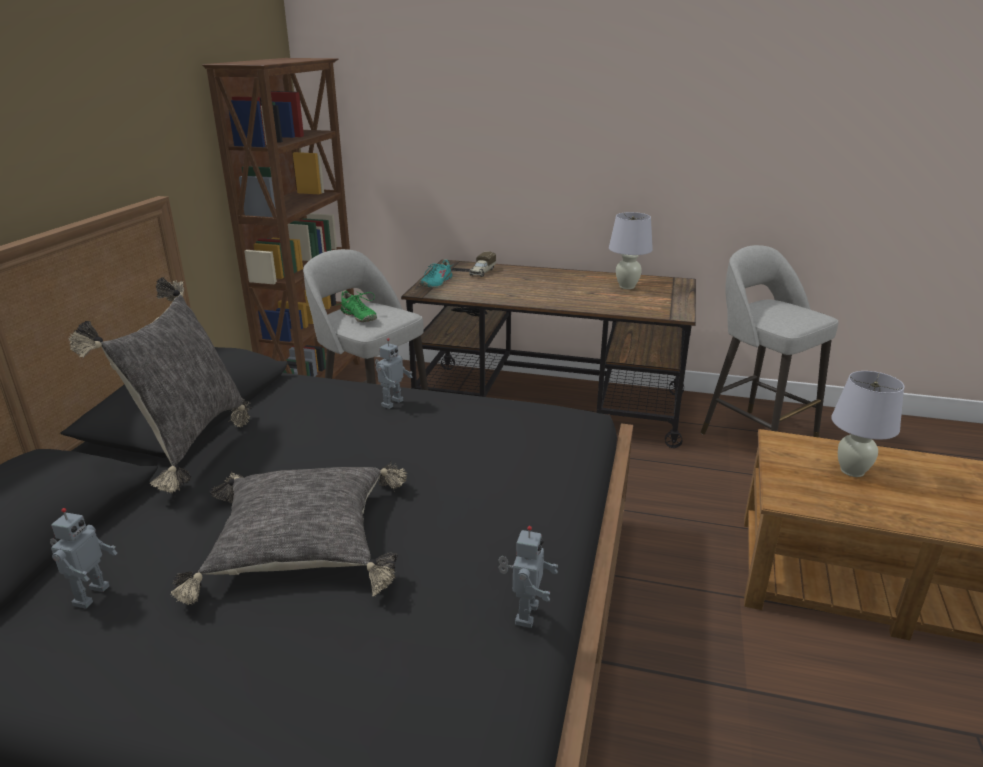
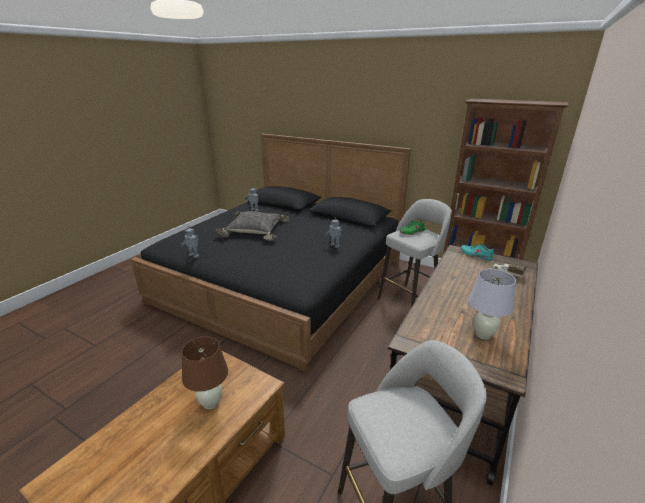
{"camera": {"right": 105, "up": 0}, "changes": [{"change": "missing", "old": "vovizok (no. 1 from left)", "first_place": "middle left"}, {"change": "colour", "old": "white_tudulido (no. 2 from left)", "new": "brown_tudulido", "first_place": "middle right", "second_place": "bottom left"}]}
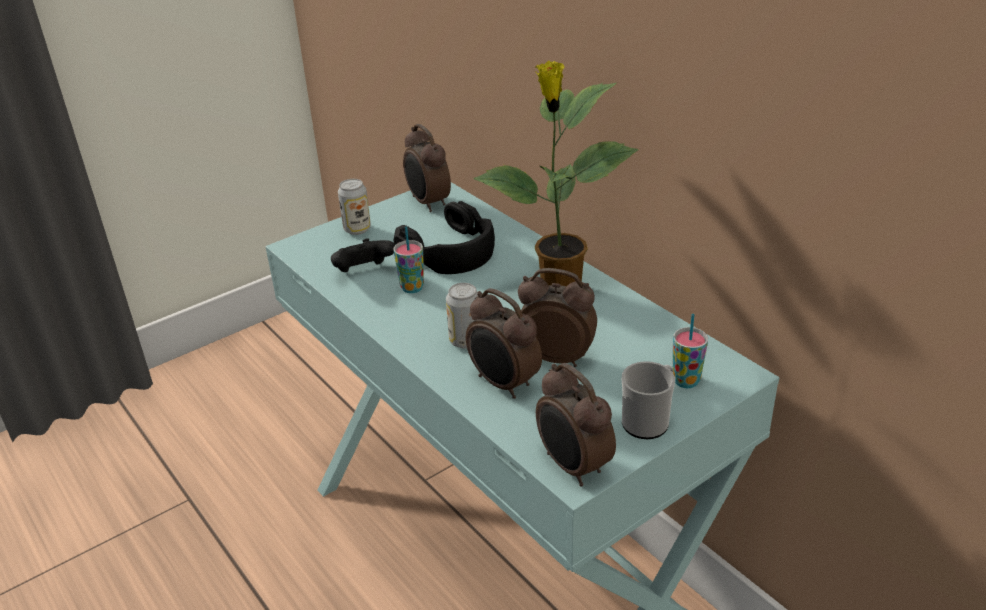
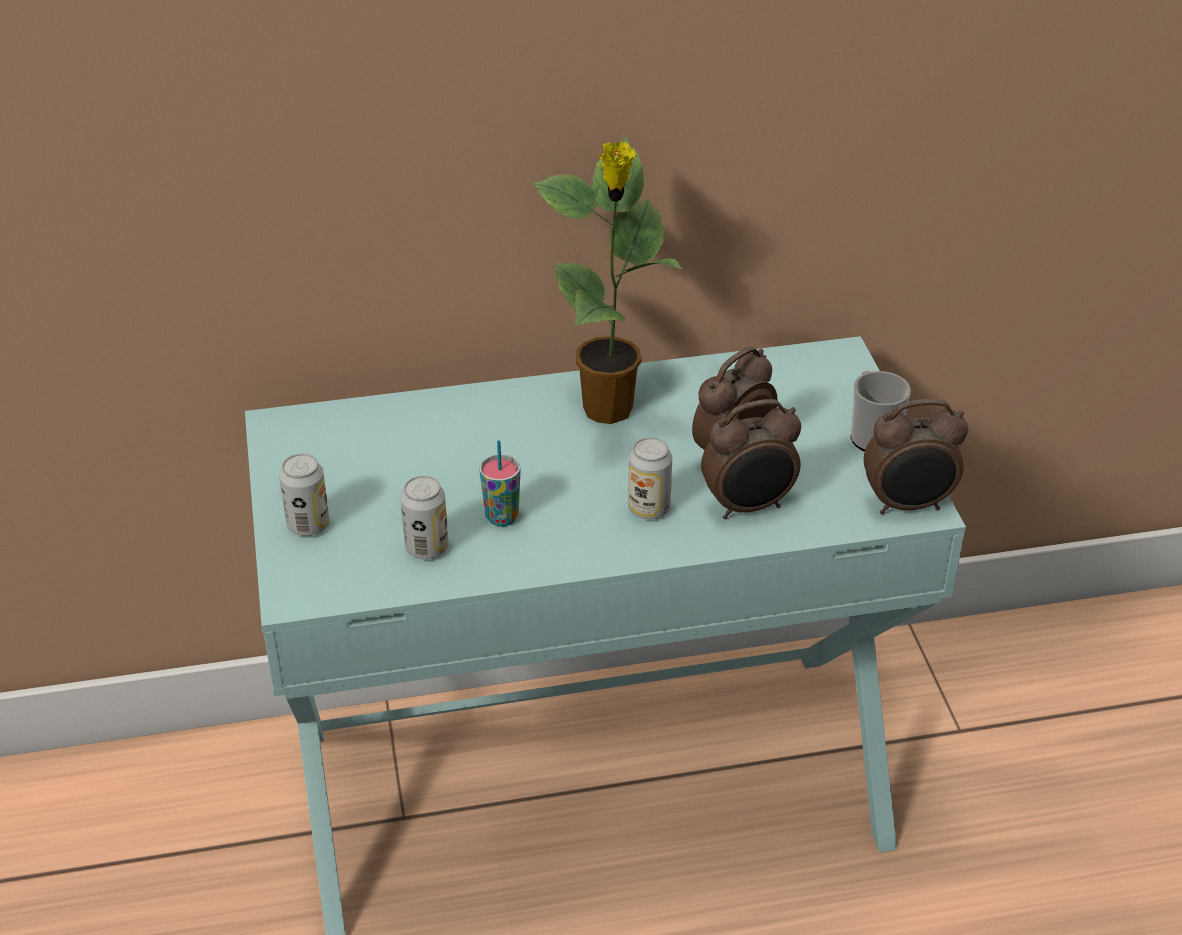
{"camera": {"right": -65, "up": 5}, "changes": [{"change": "exchanged", "old": "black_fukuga", "new": "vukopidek (no. 2 from left)", "first_place": "centre", "second_place": "centre"}, {"change": "missing", "old": "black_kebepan", "first_place": "centre"}, {"change": "missing", "old": "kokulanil (no. 1 from left)", "first_place": "top centre"}, {"change": "missing", "old": "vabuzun (no. 2 from left)", "first_place": "middle right"}]}
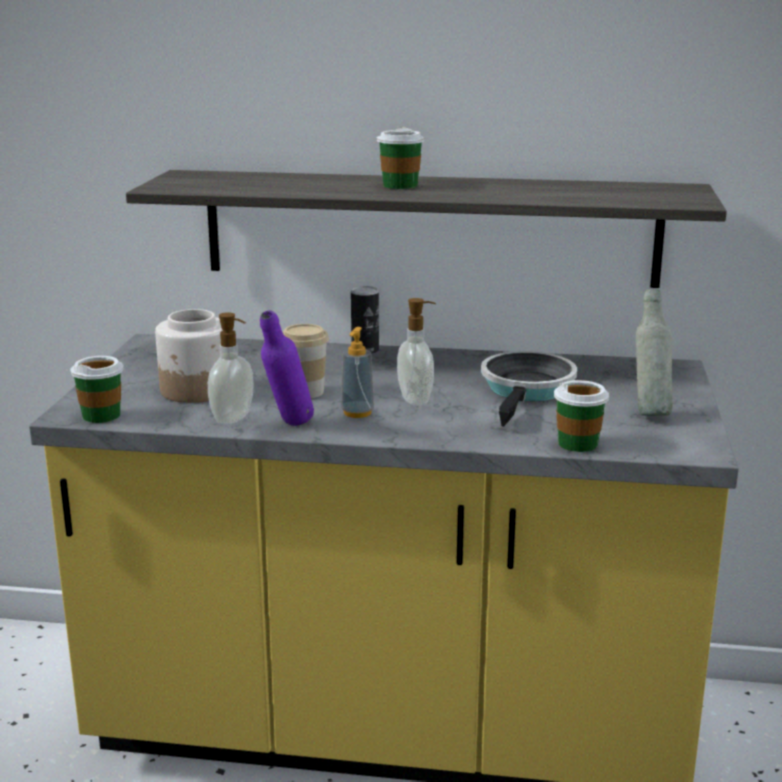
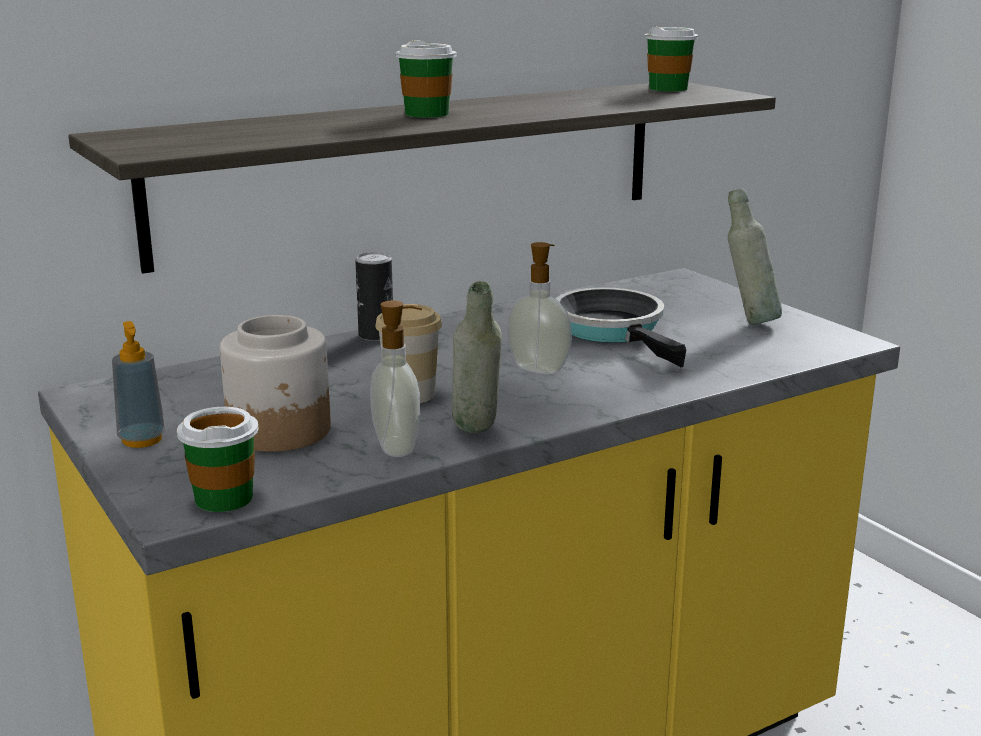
{"camera": {"right": -40, "up": 0}, "changes": [{"change": "colour", "old": "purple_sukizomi", "new": "grey_sukizomi (no. 1 from left)", "first_place": "centre", "second_place": "centre"}, {"change": "relocated", "old": "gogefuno (no. 2 from left in the first image)", "new": "gogefuno (no. 1 from left)", "first_place": "centre", "second_place": "middle left"}, {"change": "relocated", "old": "vabuzun (no. 4 from left)", "first_place": "middle right", "second_place": "top right"}]}
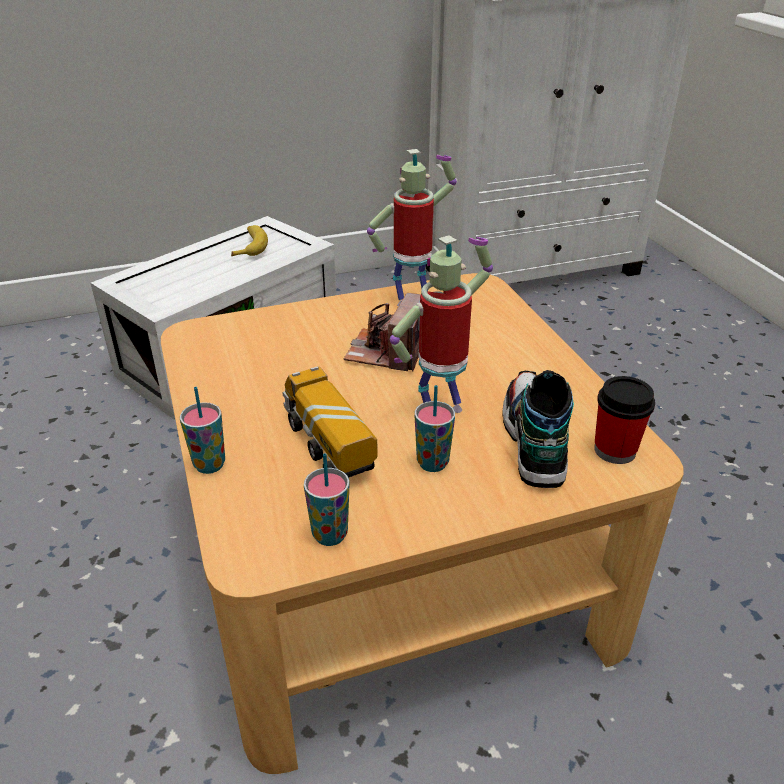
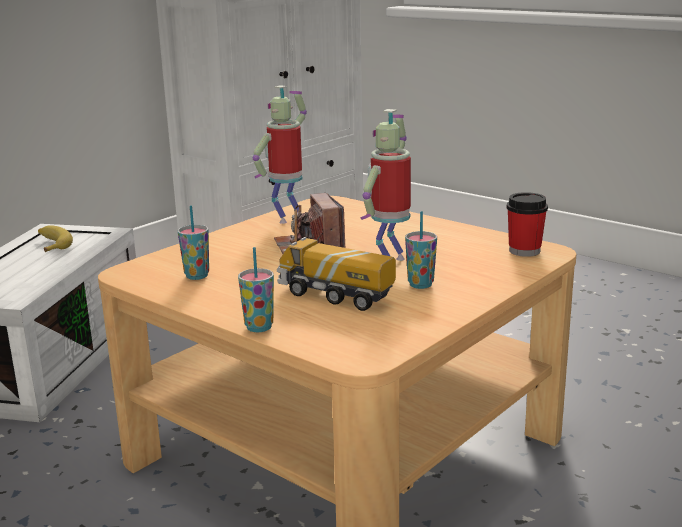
{"camera": {"right": -30, "up": -15}, "changes": [{"change": "relocated", "old": "vabuzun (no. 2 from left in the first image)", "new": "vabuzun (no. 1 from left)", "first_place": "centre", "second_place": "middle left"}, {"change": "missing", "old": "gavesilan", "first_place": "middle right"}]}
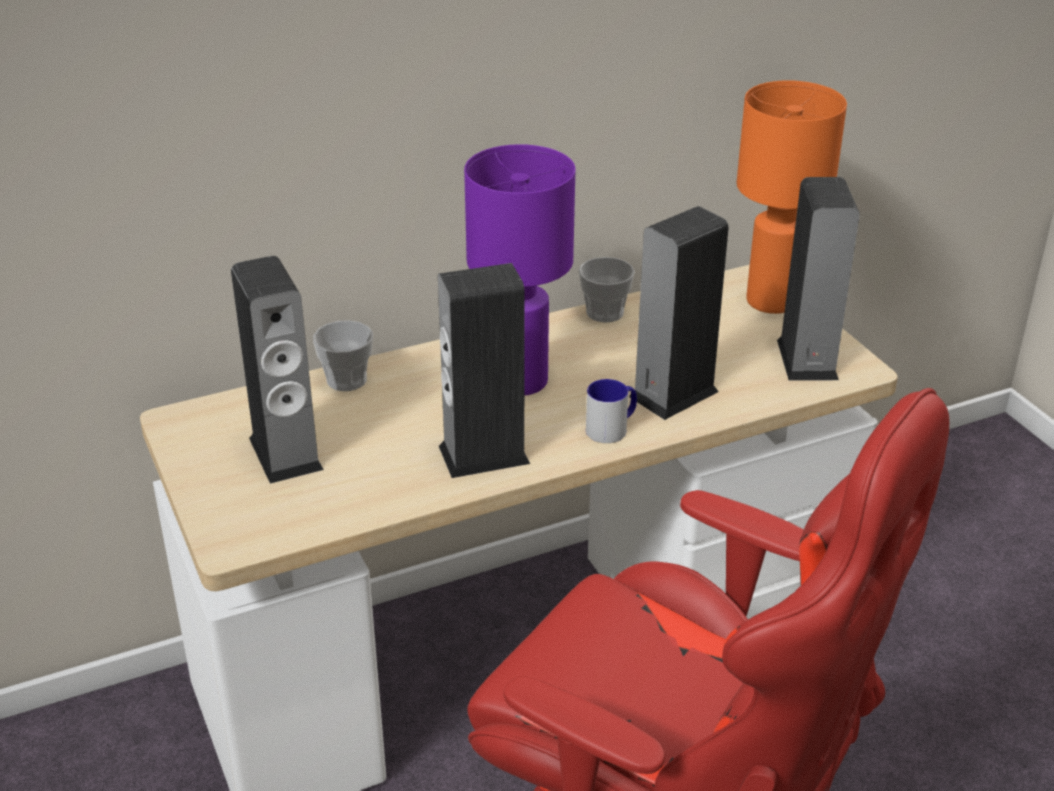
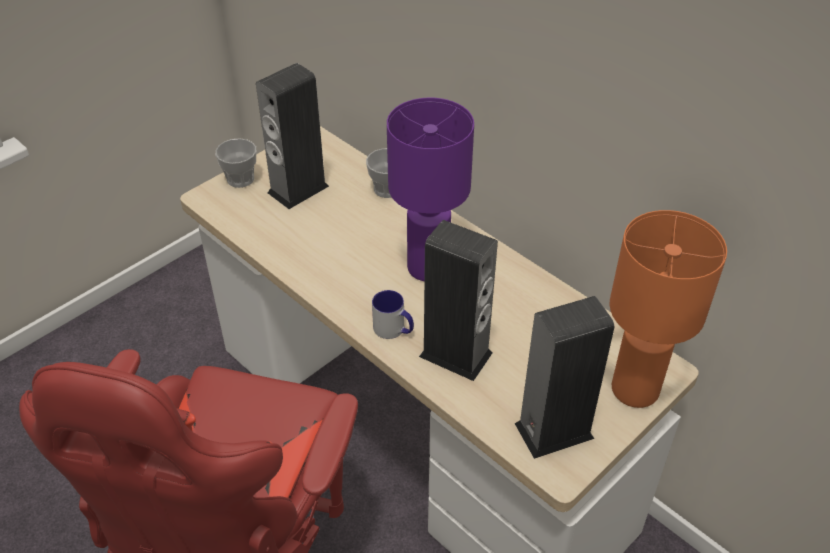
{"camera": {"right": 70, "up": 10}, "changes": [{"change": "missing", "old": "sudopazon (no. 2 from left)", "first_place": "centre"}, {"change": "relocated", "old": "vabuzun (no. 2 from left in the first image)", "new": "vabuzun (no. 1 from left)", "first_place": "centre", "second_place": "top left"}]}
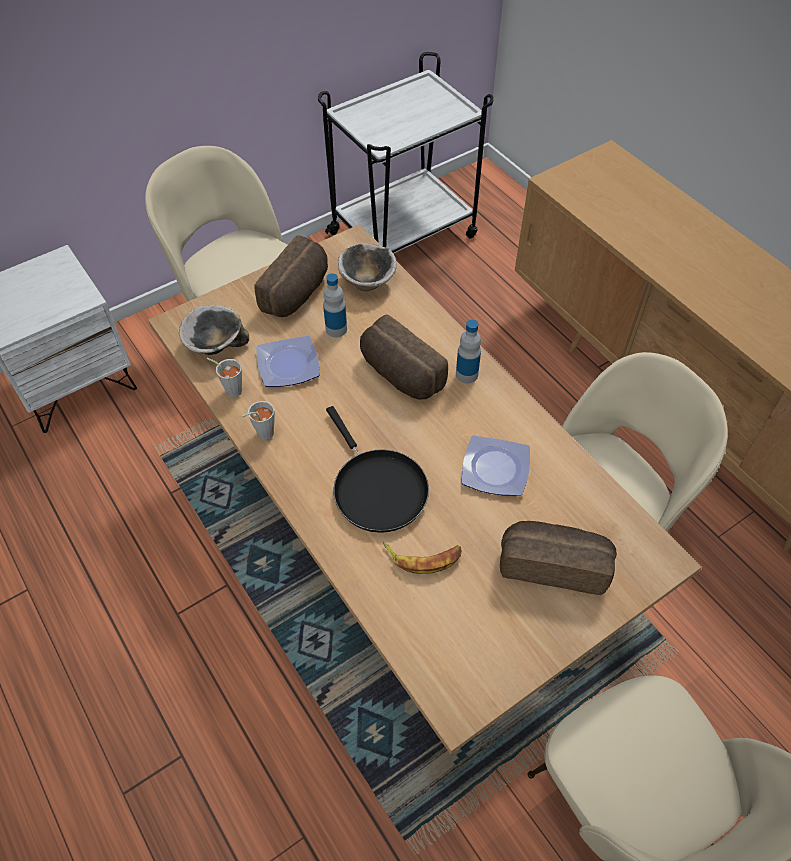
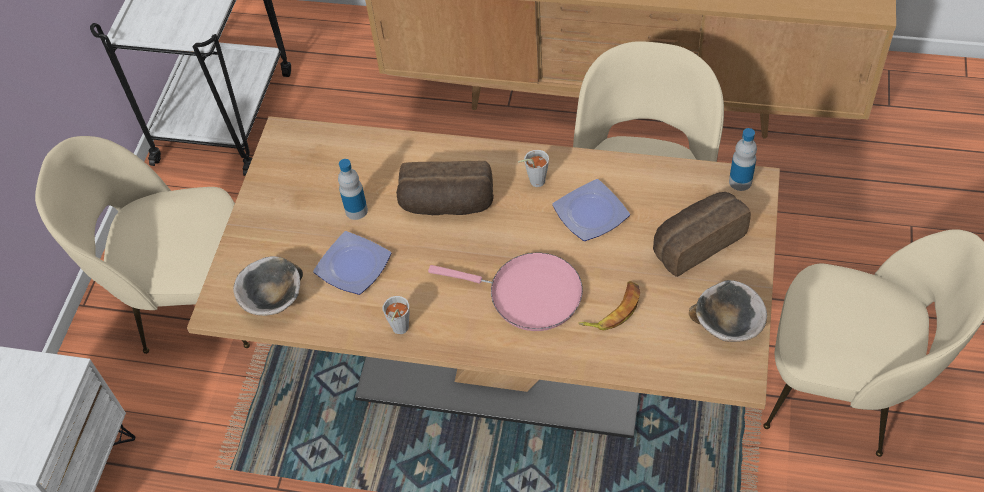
{"camera": {"right": -40, "up": 0}, "changes": [{"change": "relocated", "old": "grey_vabuzun (no. 1 from left in the first image)", "new": "grey_vabuzun (no. 2 from left)", "first_place": "middle left", "second_place": "centre"}, {"change": "missing", "old": "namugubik (no. 1 from left)", "first_place": "top centre"}, {"change": "colour", "old": "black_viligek", "new": "pink_viligek", "first_place": "centre", "second_place": "centre"}, {"change": "relocated", "old": "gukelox (no. 2 from left)", "first_place": "top centre", "second_place": "middle right"}, {"change": "relocated", "old": "sukizomi (no. 2 from left)", "first_place": "centre", "second_place": "top right"}]}
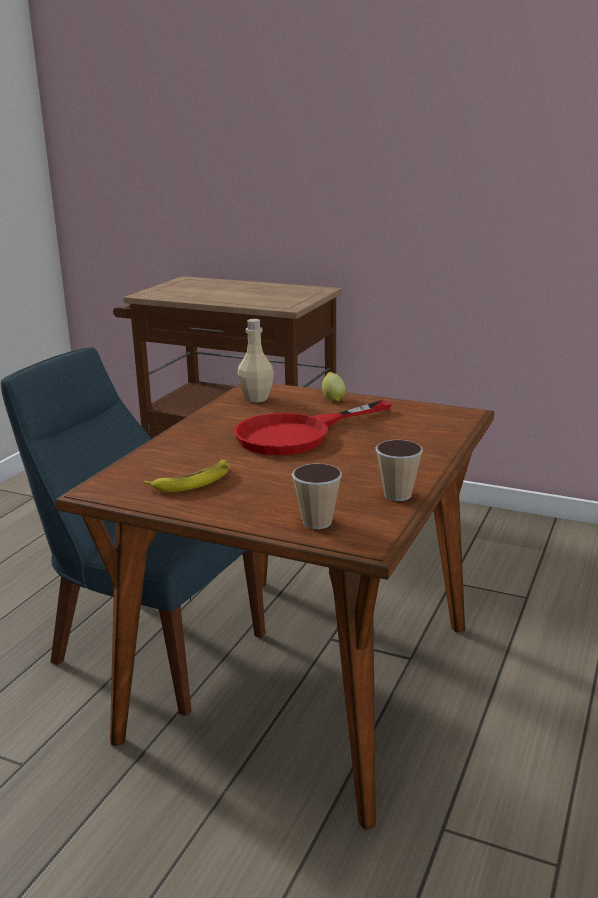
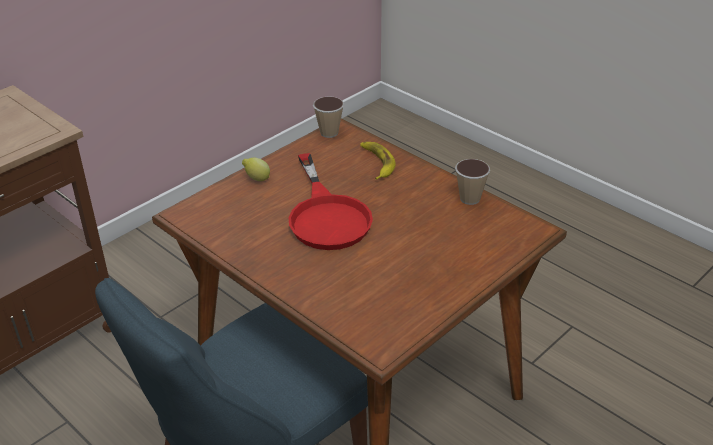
{"camera": {"right": -70, "up": 15}, "changes": [{"change": "relocated", "old": "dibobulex", "first_place": "middle left", "second_place": "centre"}, {"change": "missing", "old": "beige_sukizomi", "first_place": "centre"}, {"change": "relocated", "old": "vabuzun (no. 1 from left)", "first_place": "centre", "second_place": "top centre"}]}
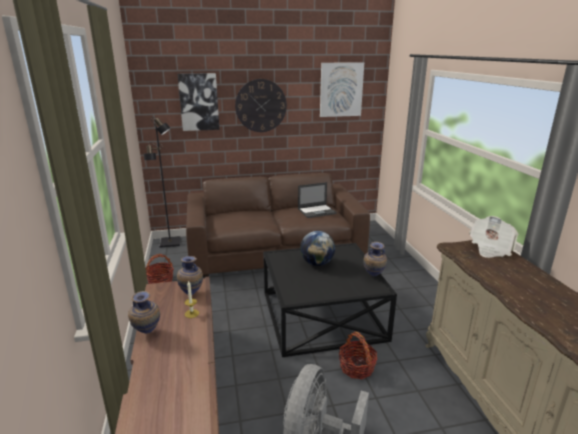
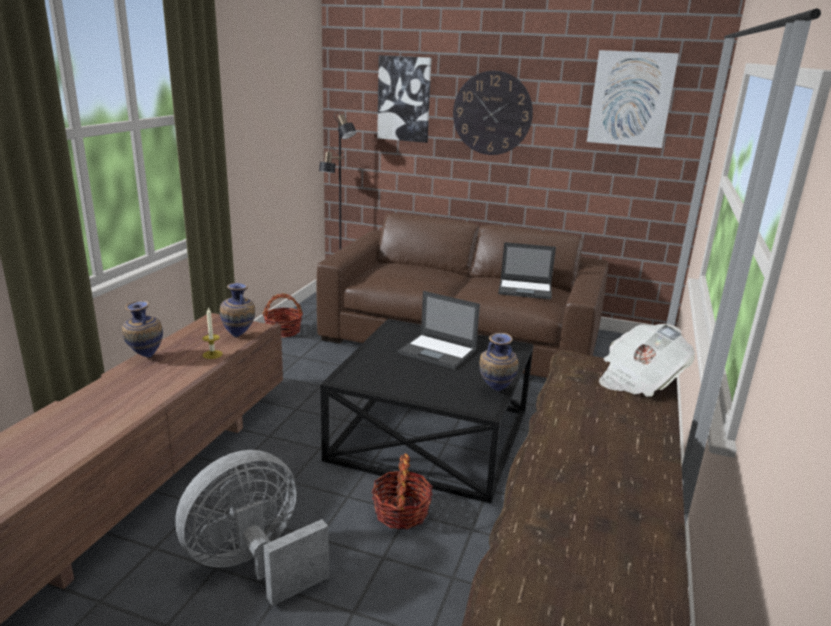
{"camera": {"right": 30, "up": 0}, "changes": [{"change": "exchanged", "old": "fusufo", "new": "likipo (no. 1 from left)", "first_place": "centre", "second_place": "centre"}]}
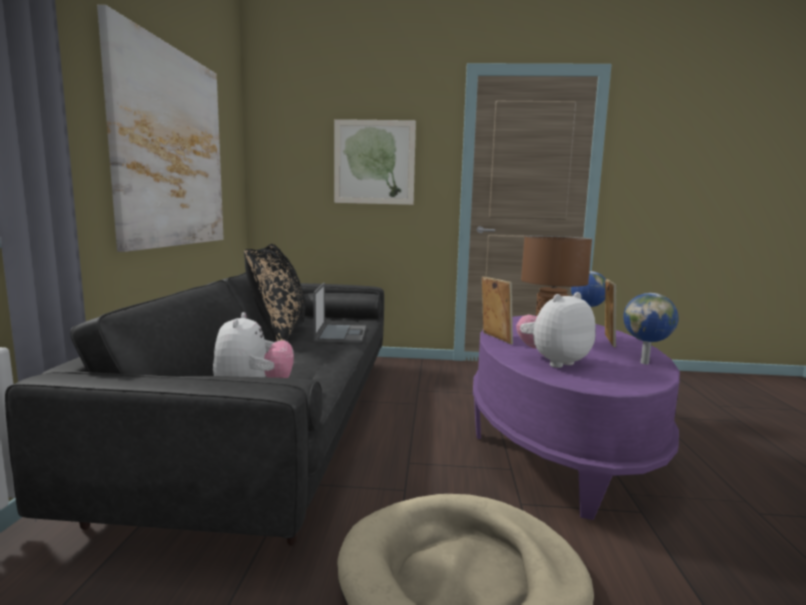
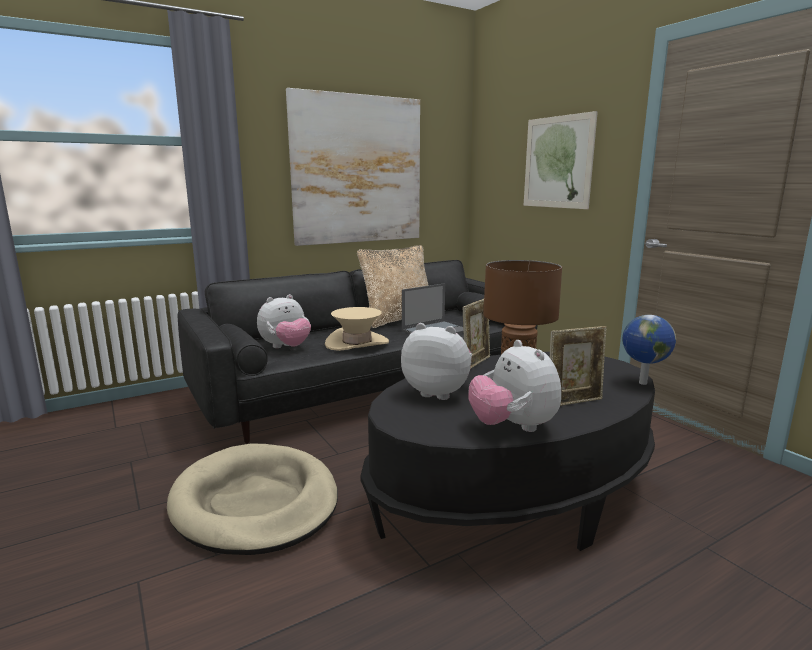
{"camera": {"right": 55, "up": 5}, "changes": [{"change": "colour", "old": "black_vovizok", "new": "beige_vovizok", "first_place": "centre", "second_place": "centre"}, {"change": "colour", "old": "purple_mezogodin", "new": "black_mezogodin", "first_place": "bottom right", "second_place": "bottom centre"}, {"change": "exchanged", "old": "fusufo (no. 2 from left)", "new": "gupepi (no. 3 from left)", "first_place": "middle right", "second_place": "centre"}, {"change": "appeared", "new": "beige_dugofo", "second_place": "centre"}]}
